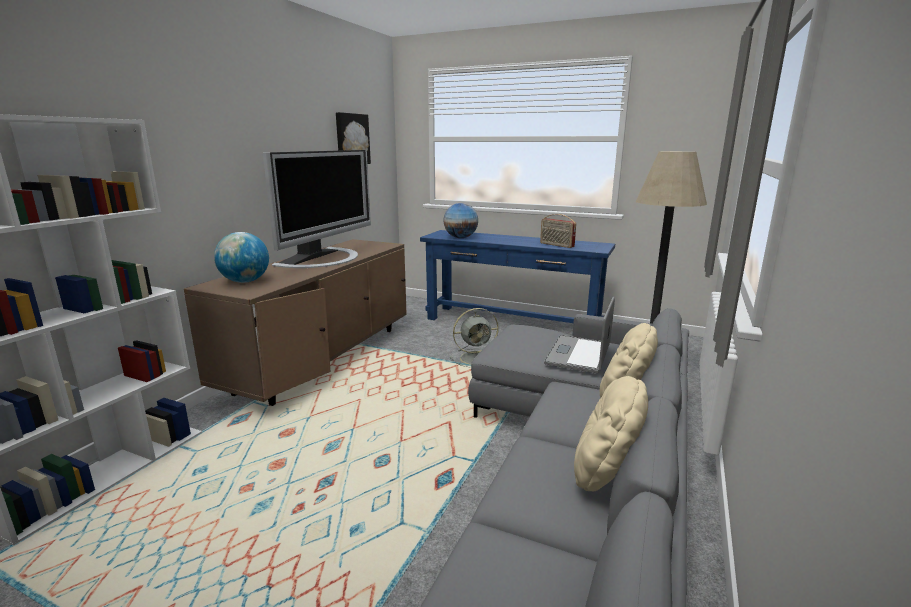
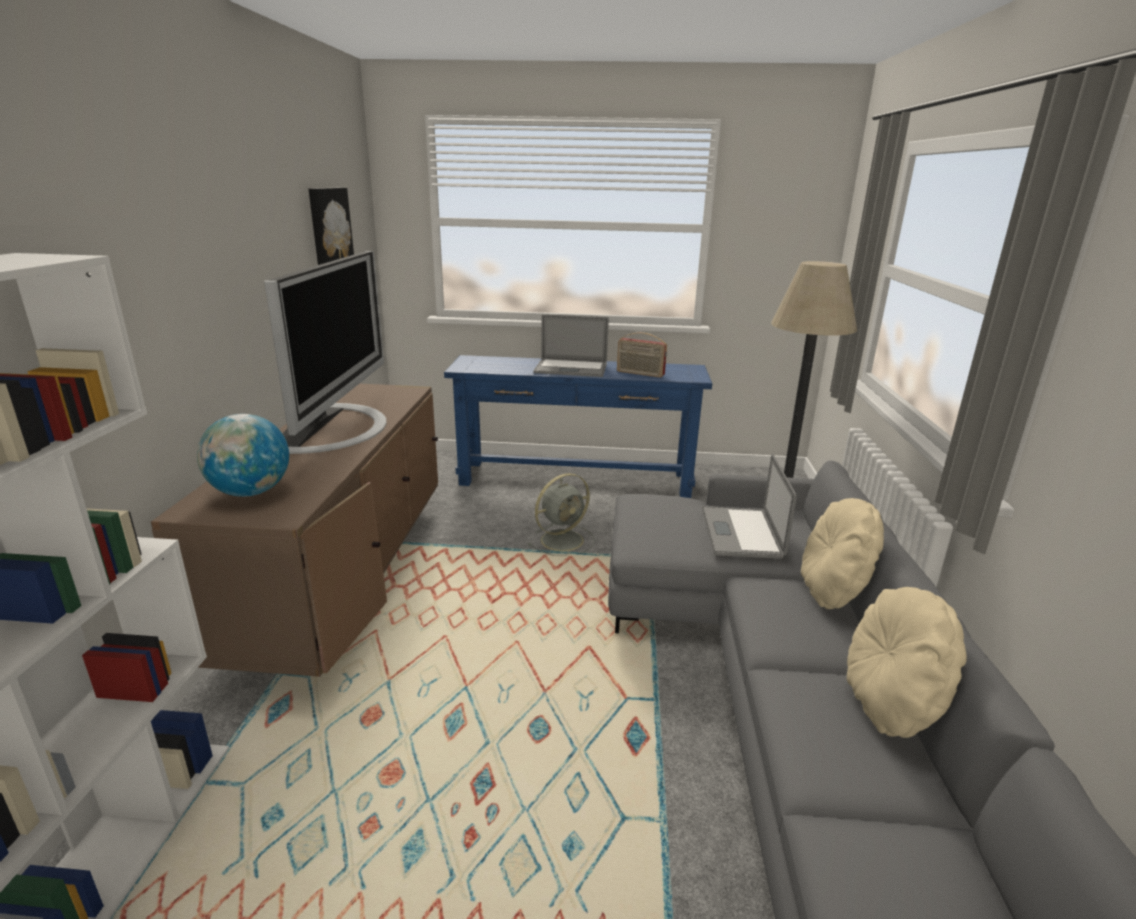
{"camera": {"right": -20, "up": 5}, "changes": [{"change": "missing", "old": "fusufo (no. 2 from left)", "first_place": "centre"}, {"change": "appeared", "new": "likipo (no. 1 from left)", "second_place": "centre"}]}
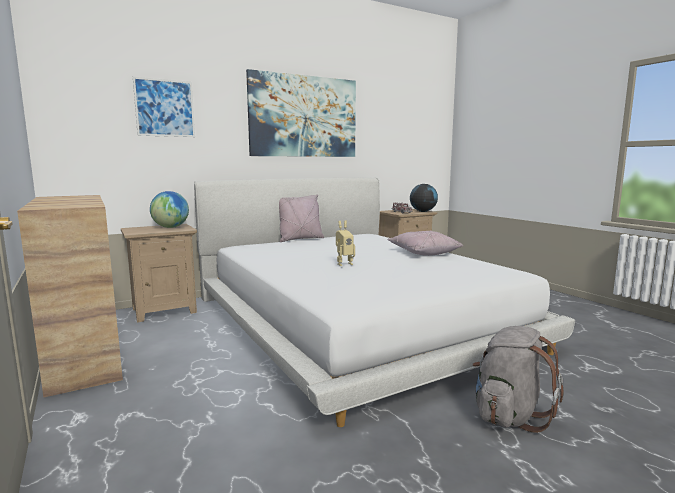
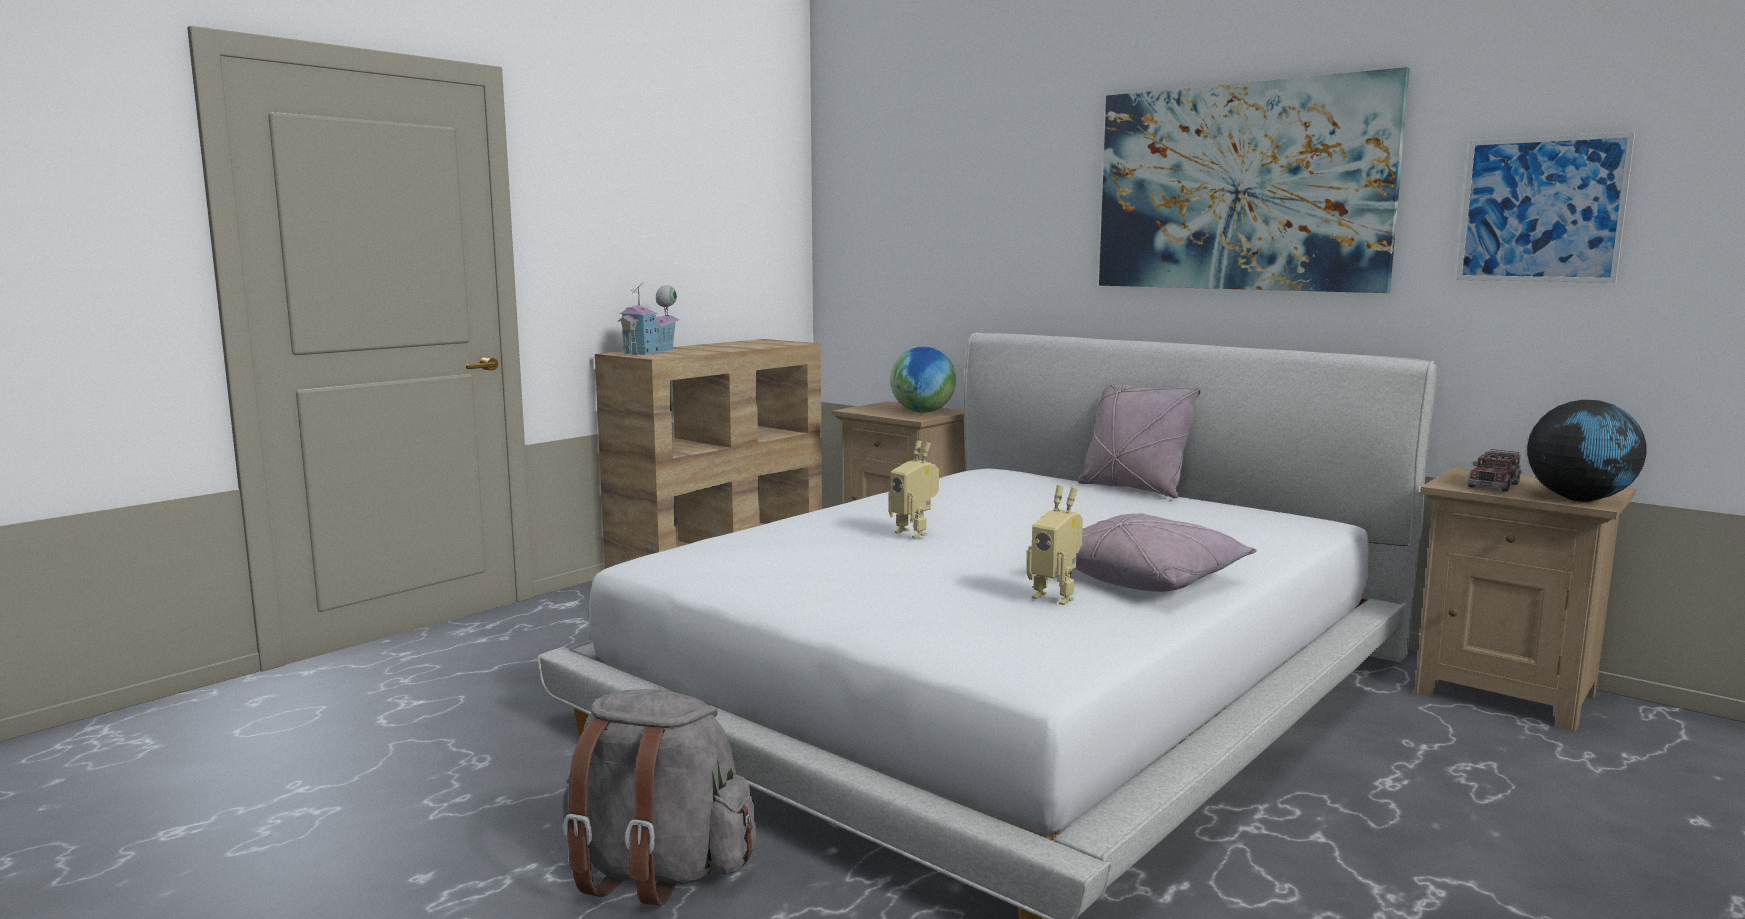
{"camera": {"right": 70, "up": 0}, "changes": [{"change": "relocated", "old": "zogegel (no. 1 from left in the first image)", "new": "zogegel (no. 2 from left)", "first_place": "top left", "second_place": "top right"}, {"change": "appeared", "new": "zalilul", "second_place": "centre"}, {"change": "appeared", "new": "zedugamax (no. 2 from left)", "second_place": "centre"}]}
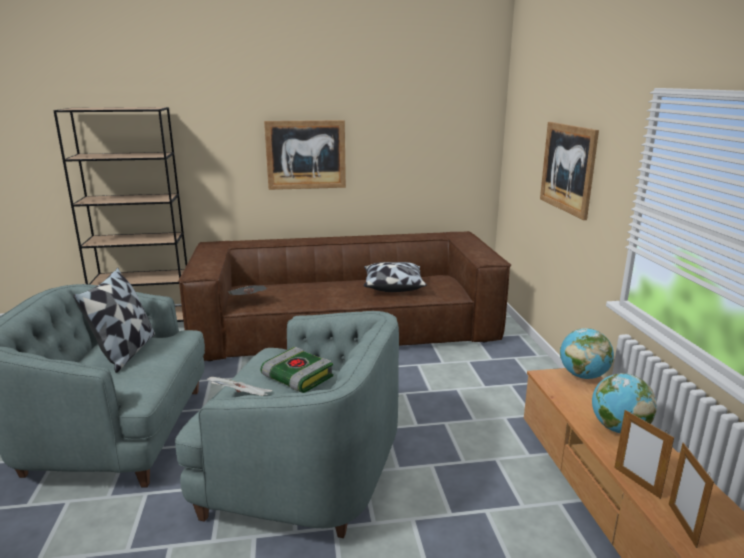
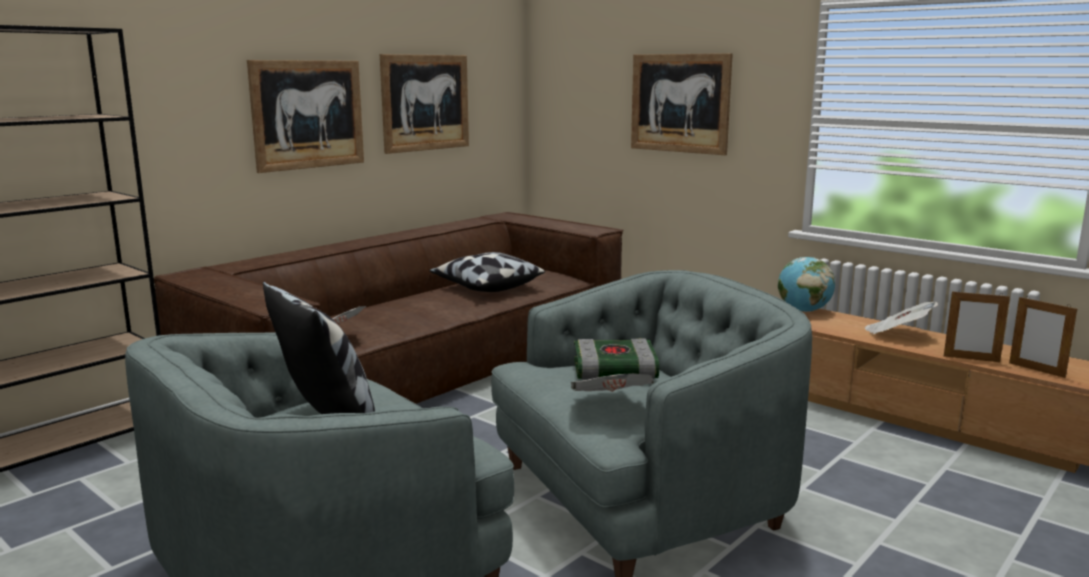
{"camera": {"right": -40, "up": -5}, "changes": [{"change": "exchanged", "old": "fusufo (no. 2 from left)", "new": "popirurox (no. 3 from left)", "first_place": "bottom right", "second_place": "middle right"}, {"change": "appeared", "new": "zogegel (no. 2 from left)", "second_place": "top centre"}]}
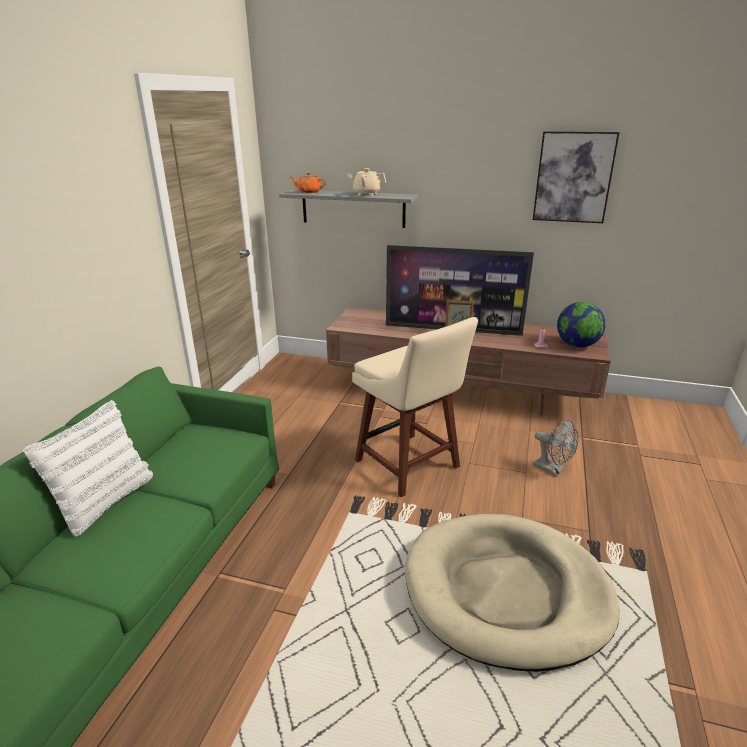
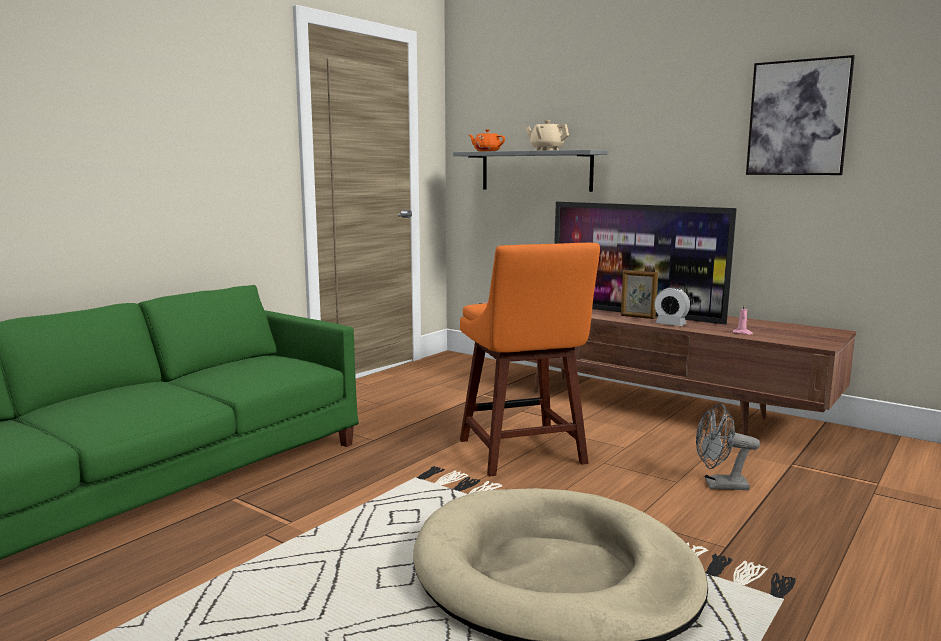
{"camera": {"right": 20, "up": -15}, "changes": [{"change": "missing", "old": "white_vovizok", "first_place": "middle left"}, {"change": "colour", "old": "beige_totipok", "new": "orange_totipok", "first_place": "centre", "second_place": "centre"}, {"change": "spun", "old": "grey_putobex", "first_place": "middle right", "second_place": "bottom right", "degrees": 120}, {"change": "missing", "old": "fusufo", "first_place": "middle right"}, {"change": "appeared", "new": "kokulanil", "second_place": "middle right"}]}
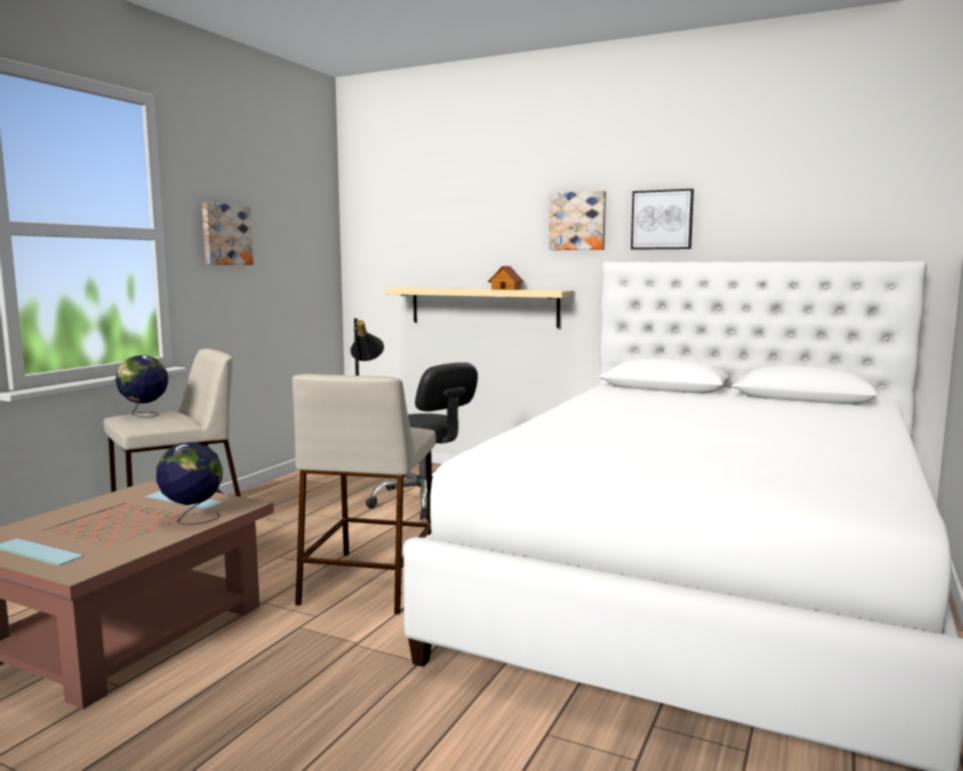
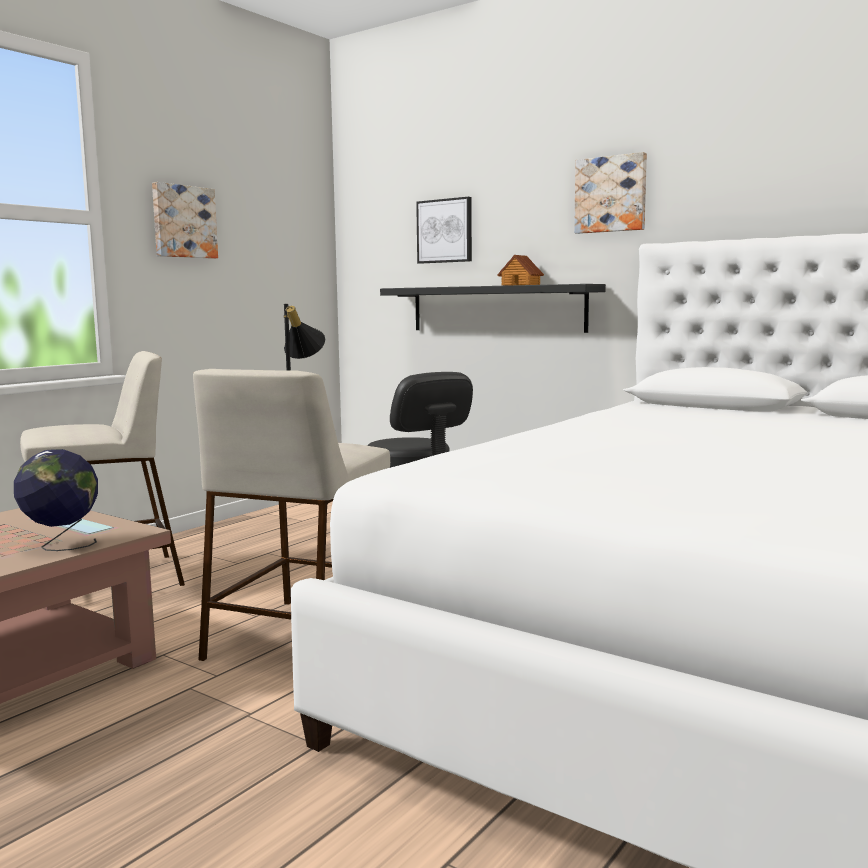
{"camera": {"right": 10, "up": 0}, "changes": [{"change": "missing", "old": "fusufo (no. 1 from left)", "first_place": "middle left"}, {"change": "colour", "old": "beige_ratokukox", "new": "black_ratokukox", "first_place": "centre", "second_place": "centre"}, {"change": "relocated", "old": "zogegel (no. 3 from left in the first image)", "new": "zogegel (no. 2 from left)", "first_place": "top right", "second_place": "top centre"}]}
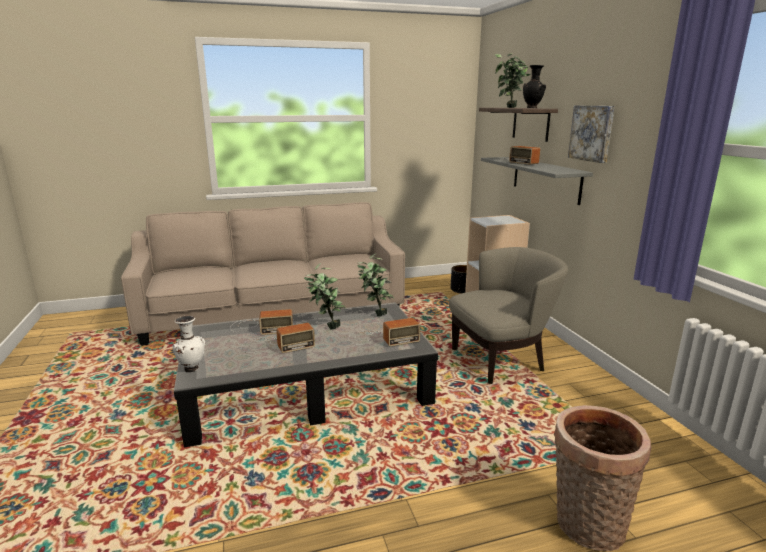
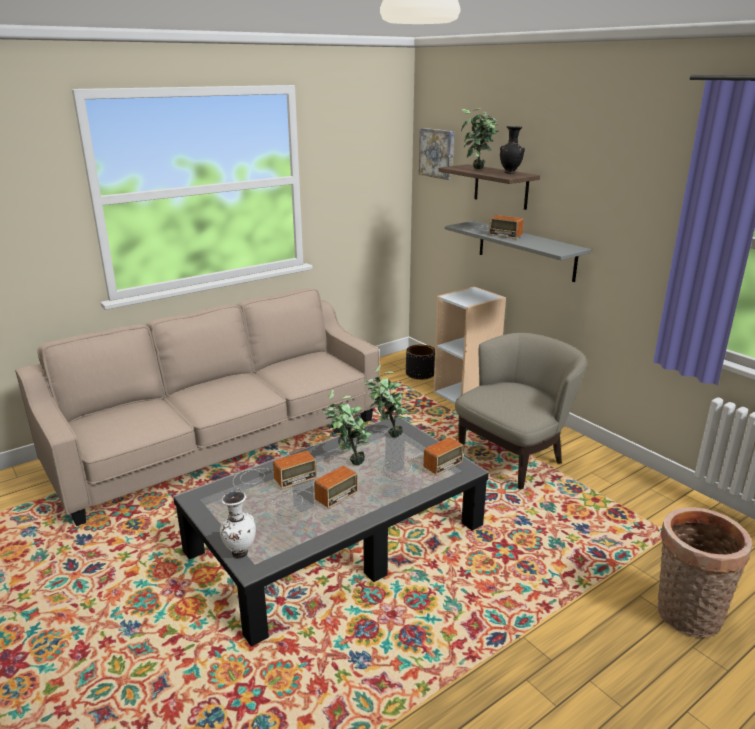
{"camera": {"right": -20, "up": 5}, "changes": [{"change": "relocated", "old": "zogegel", "first_place": "top right", "second_place": "top centre"}]}
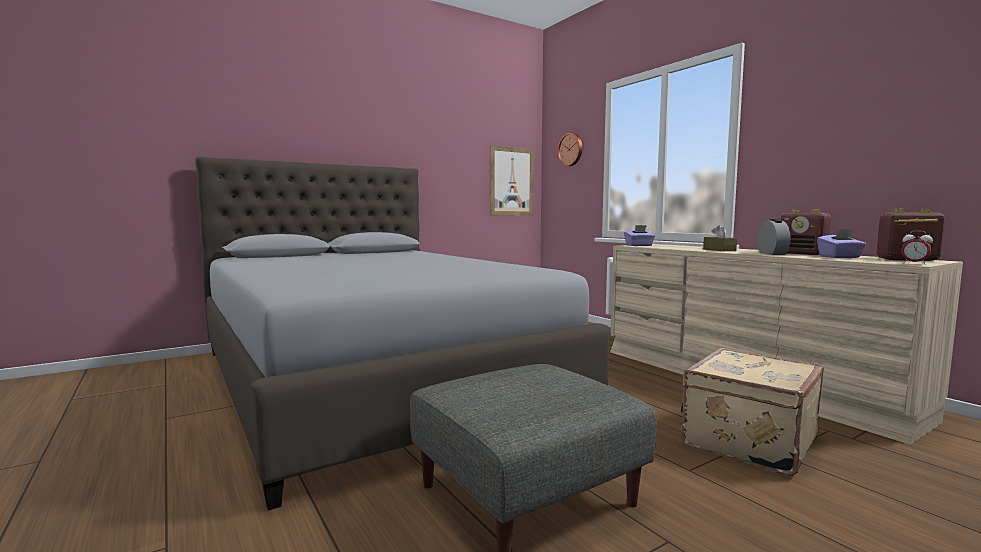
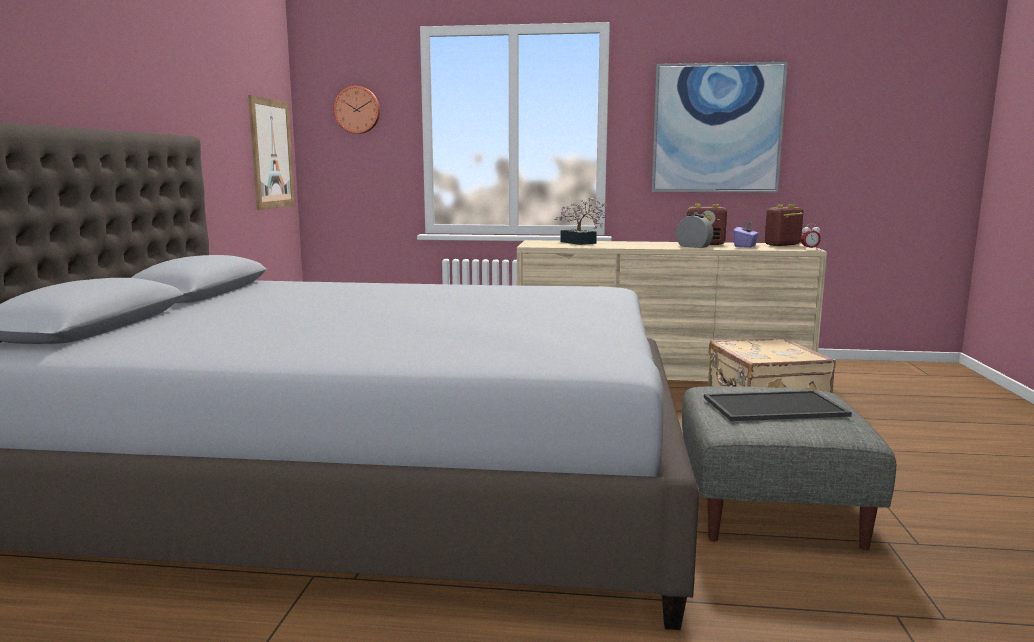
{"camera": {"right": -50, "up": 5}, "changes": [{"change": "missing", "old": "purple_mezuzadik (no. 1 from left)", "first_place": "centre"}, {"change": "missing", "old": "brown_mezuzadik", "first_place": "middle right"}, {"change": "appeared", "new": "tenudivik", "second_place": "centre"}, {"change": "appeared", "new": "zogegel (no. 2 from left)", "second_place": "top right"}, {"change": "appeared", "new": "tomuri", "second_place": "middle right"}]}
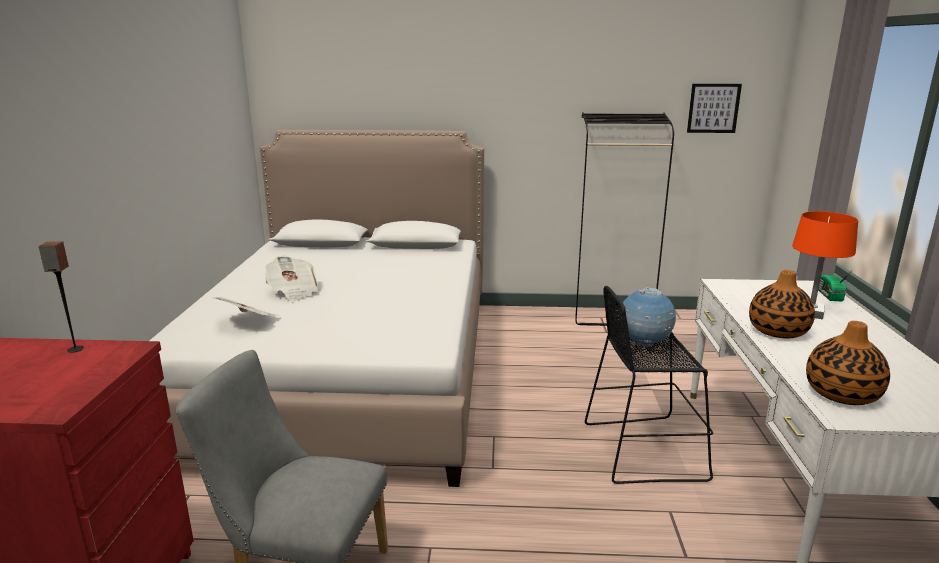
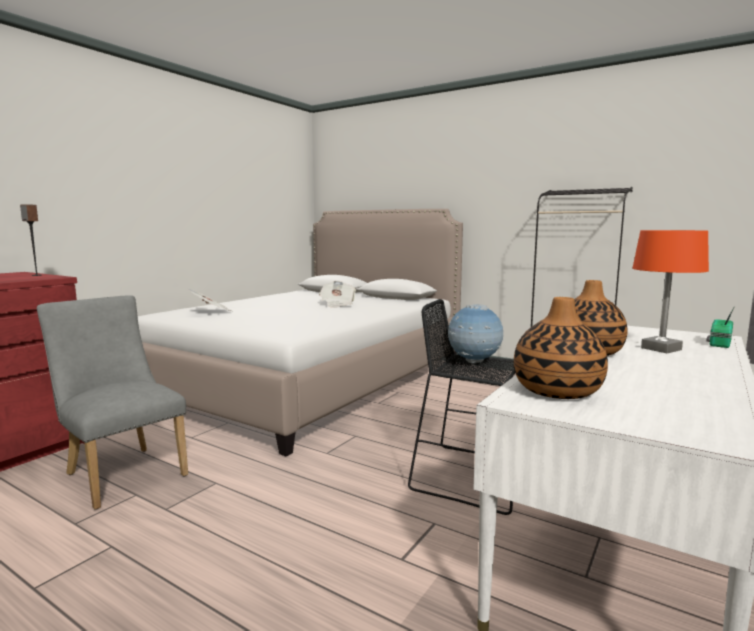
{"camera": {"right": 30, "up": -10}, "changes": [{"change": "relocated", "old": "popirurox (no. 2 from left)", "first_place": "middle left", "second_place": "centre"}, {"change": "missing", "old": "zogegel", "first_place": "top right"}]}
